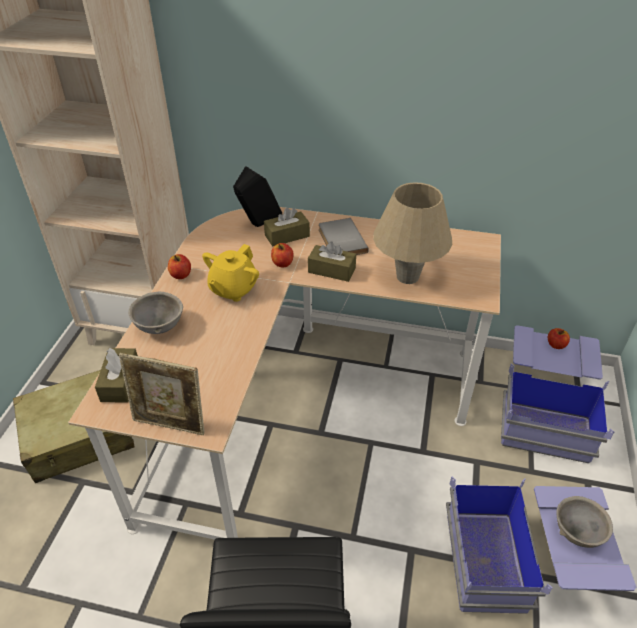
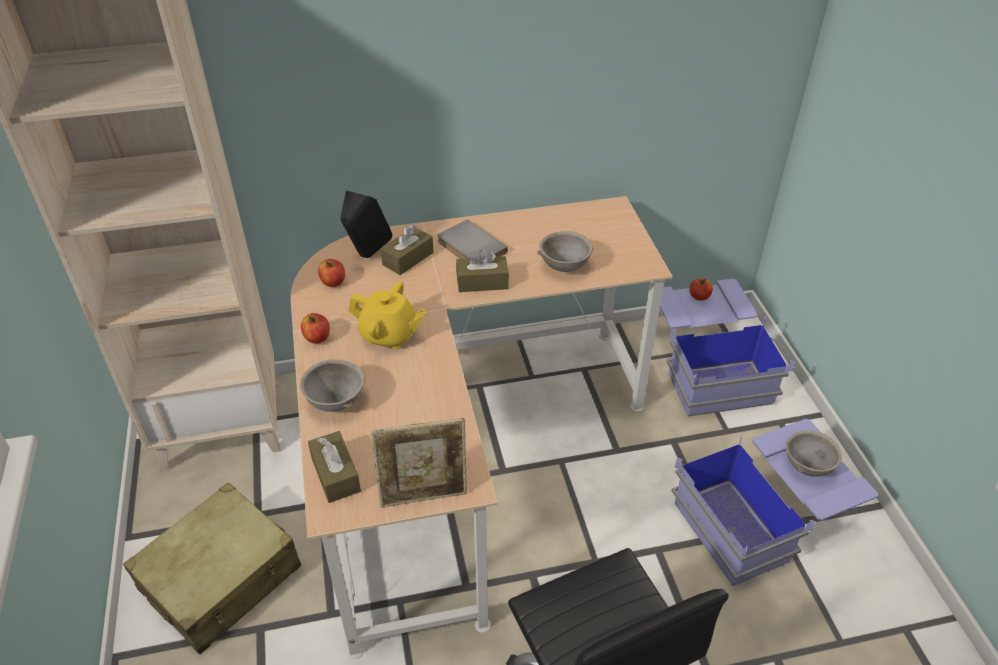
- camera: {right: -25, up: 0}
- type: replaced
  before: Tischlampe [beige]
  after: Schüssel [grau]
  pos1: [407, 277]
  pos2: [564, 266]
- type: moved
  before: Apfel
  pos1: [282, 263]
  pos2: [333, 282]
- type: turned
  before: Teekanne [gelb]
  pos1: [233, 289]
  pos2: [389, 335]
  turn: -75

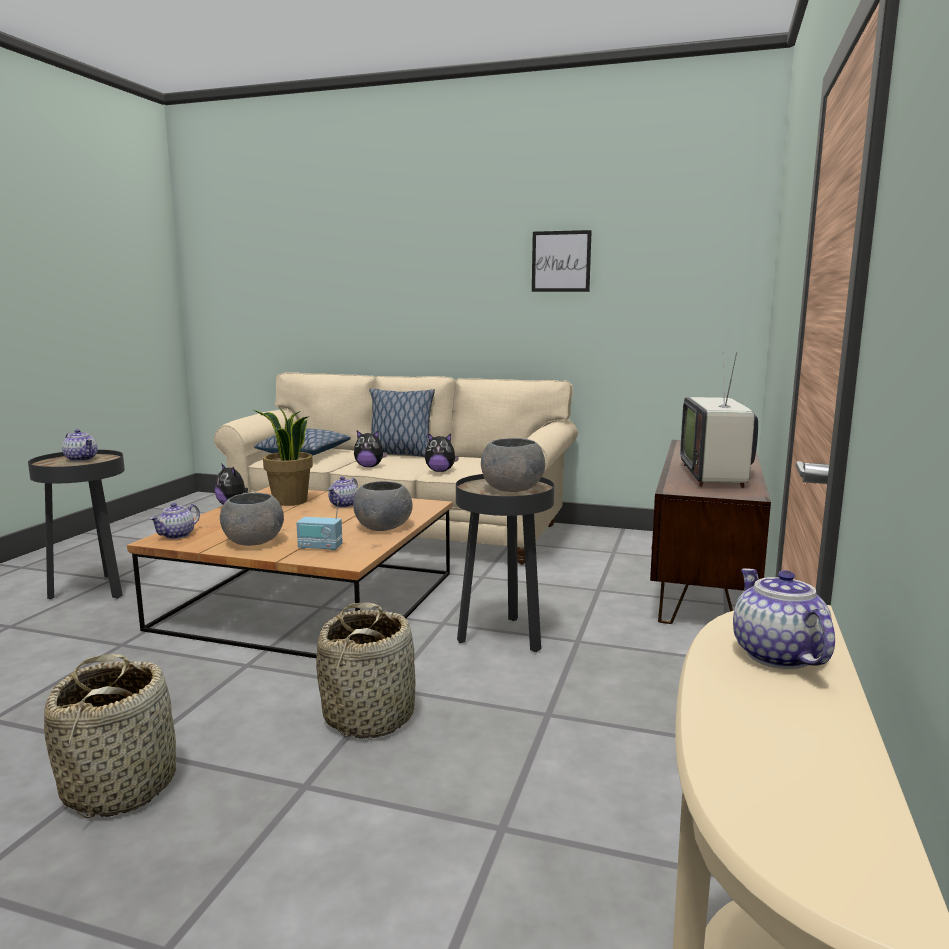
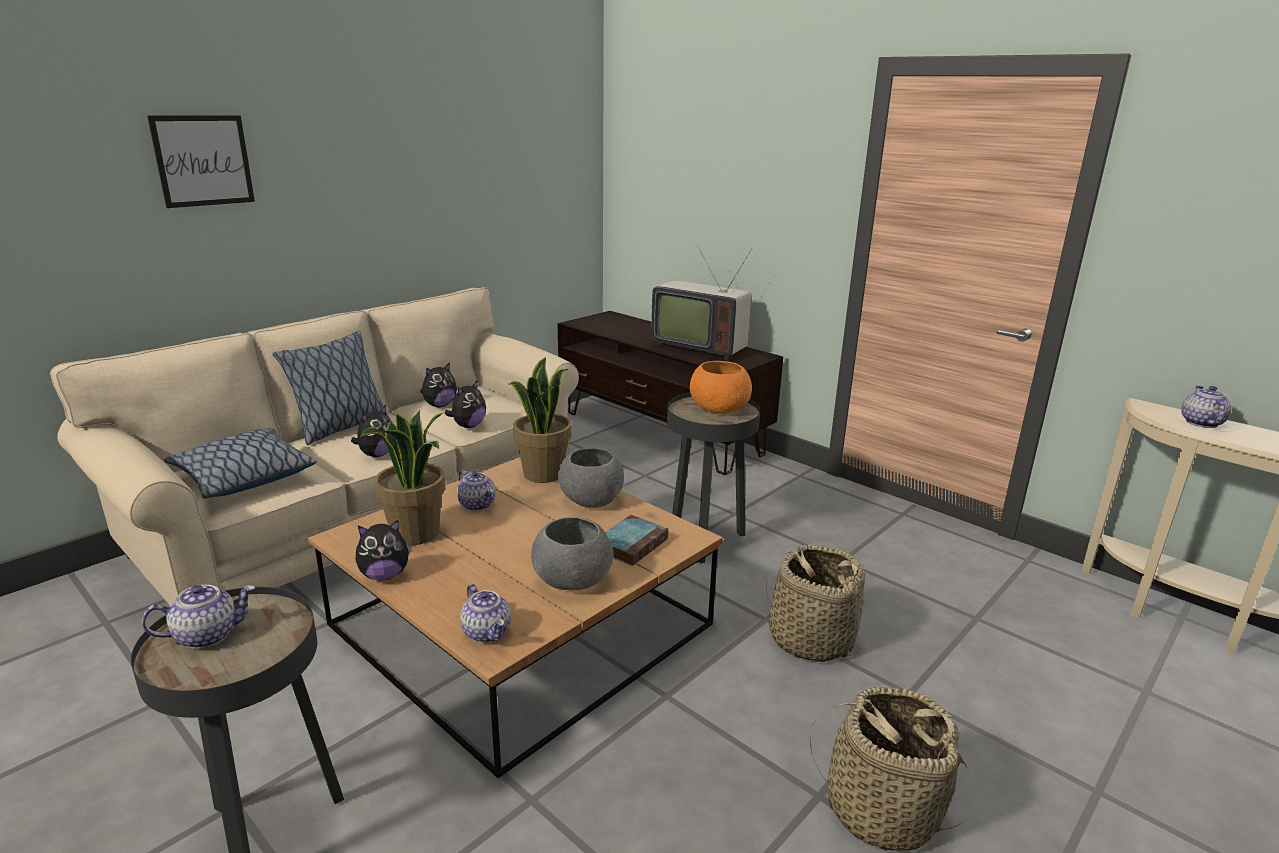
- camera: {right: -65, up: 10}
- type: moved
  before: Bild
  pos1: [561, 261]
  pos2: [203, 160]
- type: recoloured
  before: Schüssel [grau]
  after: Schüssel [orange]
  pos1: [512, 489]
  pos2: [719, 409]
- type: replaced
  before: Radio
  after: Buch
  pos1: [320, 547]
  pos2: [632, 544]
- type: turned
  before: Teekanne
  pos1: [776, 655]
  pos2: [1200, 422]
  turn: 90
- type: added
  after: Topfpflanze
  pos2: [543, 473]
- type: added
  after: Plüschtier
  pos2: [439, 405]

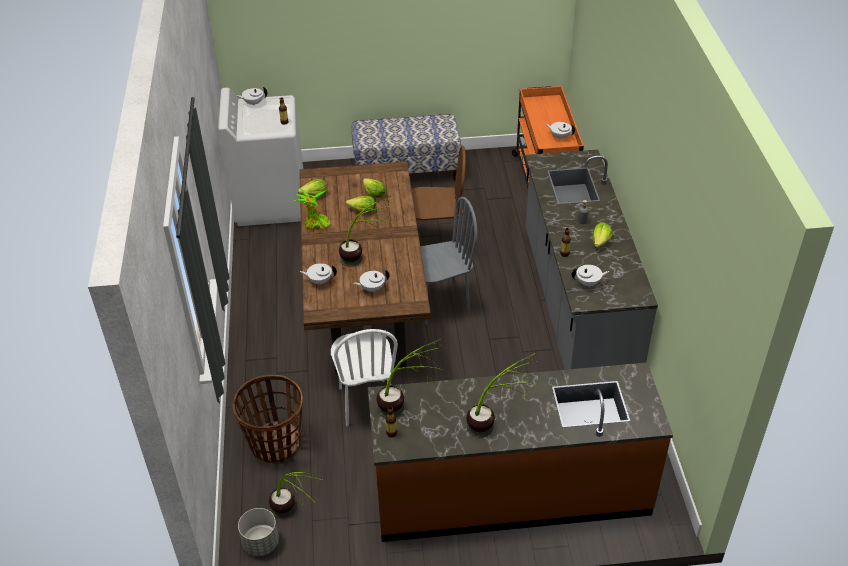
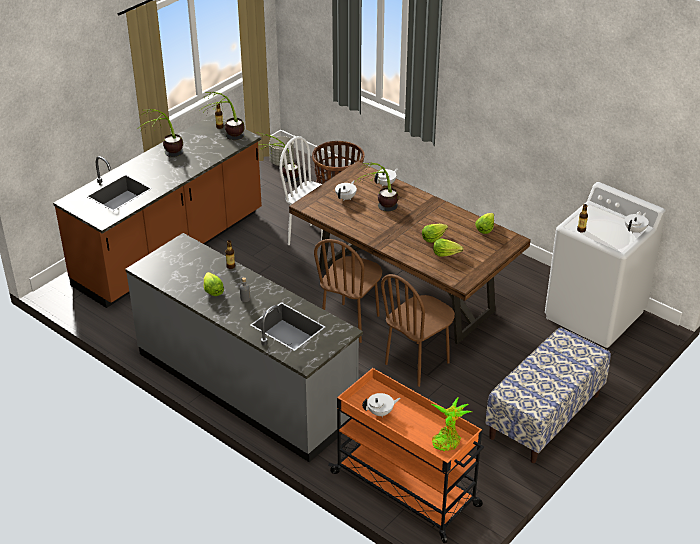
- camera: {right: 135, up: -5}
- type: moved
  before: Topfpflanze
  pos1: [315, 224]
  pos2: [447, 440]
- type: recoloured
  before: Stuhl [grau]
  after: Stuhl [braun]
  pos1: [440, 304]
  pos2: [350, 322]
- type: removed
  before: Teekanne [weiß]
  pos1: [588, 283]

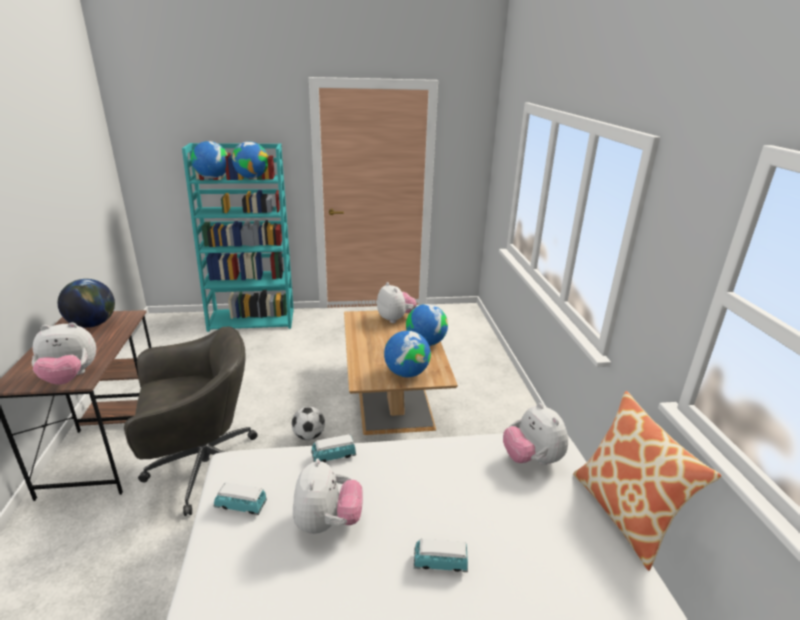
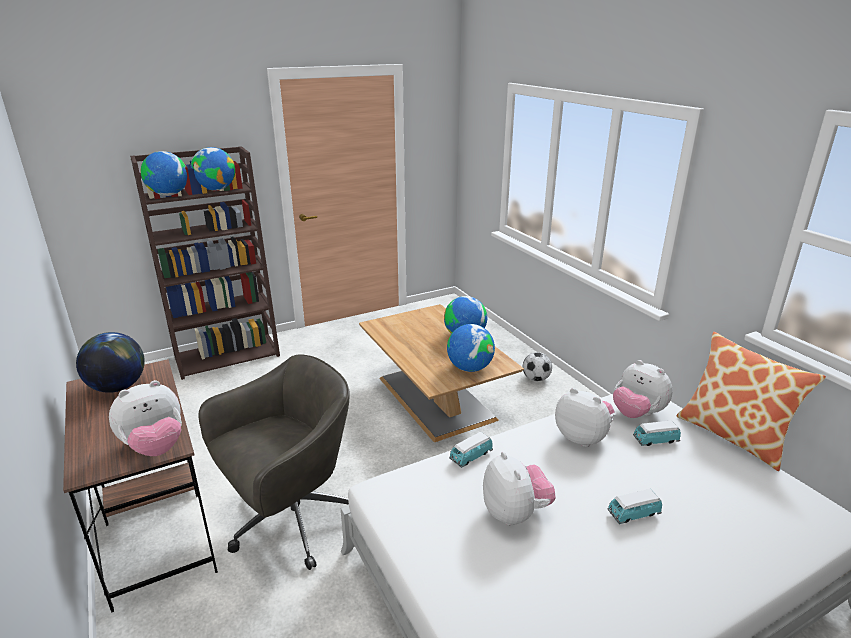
- camera: {right: -20, up: 0}
- type: recoloured
  before: Bücherregal [türkis]
  after: Bücherregal [braun]
  pos1: [253, 319]
  pos2: [228, 355]
- type: moved
  before: Plüschtier
  pos1: [395, 318]
  pos2: [582, 437]
- type: moved
  before: Fußball
  pos1: [309, 436]
  pos2: [536, 379]
- type: moved
  before: Spielzeugauto
  pos1: [241, 506]
  pos2: [655, 441]

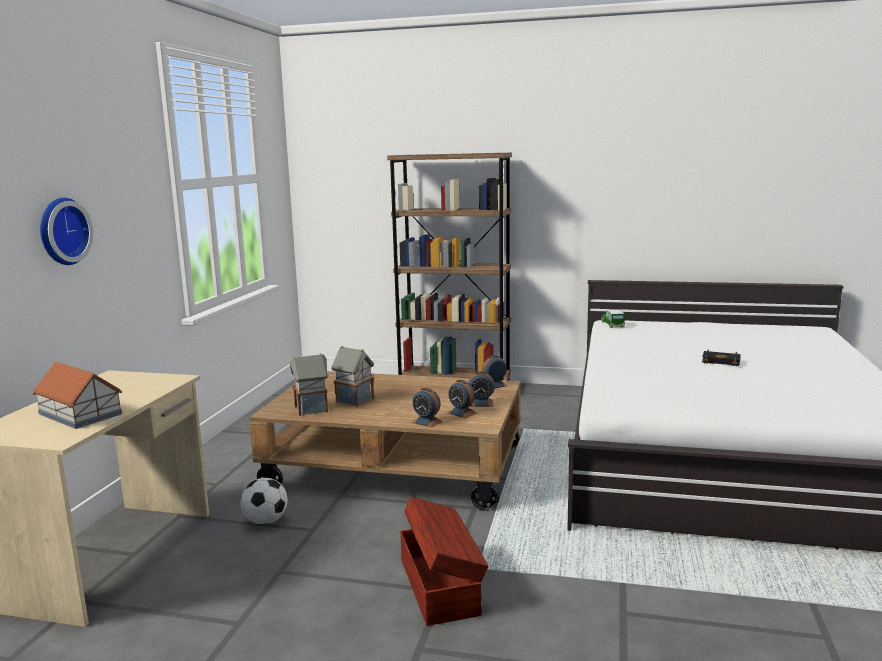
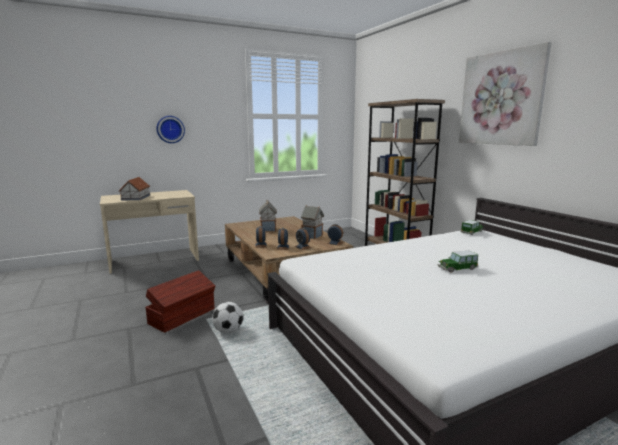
- camera: {right: 50, up: 0}
- type: replaced
  before: Buch [schwarz]
  after: Spielzeugauto
  pos1: [722, 361]
  pos2: [457, 268]
- type: moved
  before: Spielzeughaus
  pos1: [312, 409]
  pos2: [312, 236]
- type: moved
  before: Fußball
  pos1: [265, 521]
  pos2: [228, 331]
- type: added
  after: Bild
  pos2: [501, 98]

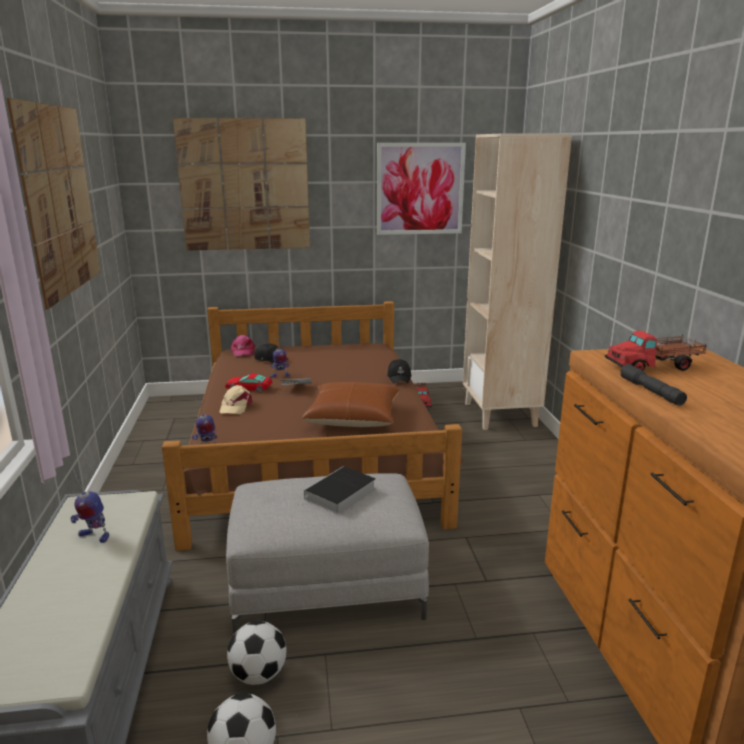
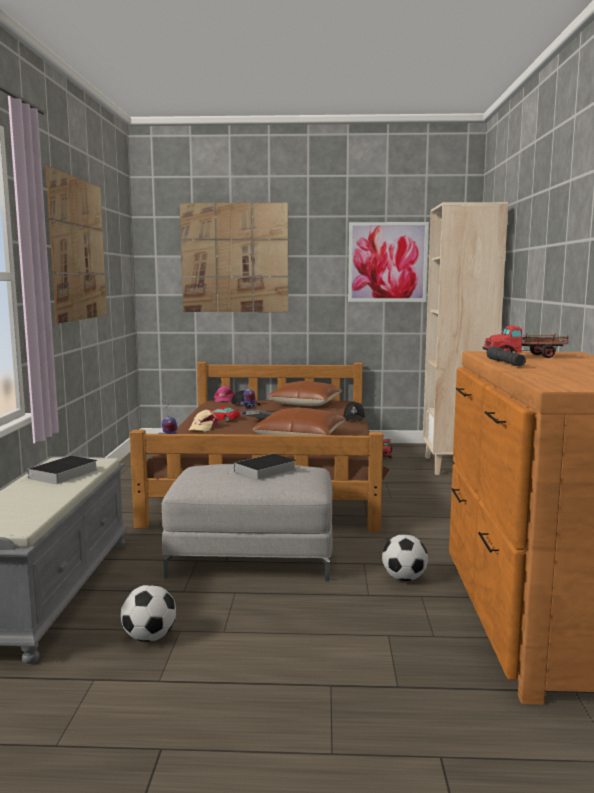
- camera: {right: 10, up: -10}
- type: replaced
  before: Spielzeugroboter
  after: Buch
  pos1: [93, 536]
  pos2: [62, 474]
- type: moved
  before: Fußball
  pos1: [258, 674]
  pos2: [404, 578]
- type: added
  after: Kissen [braun]
  pos2: [305, 403]

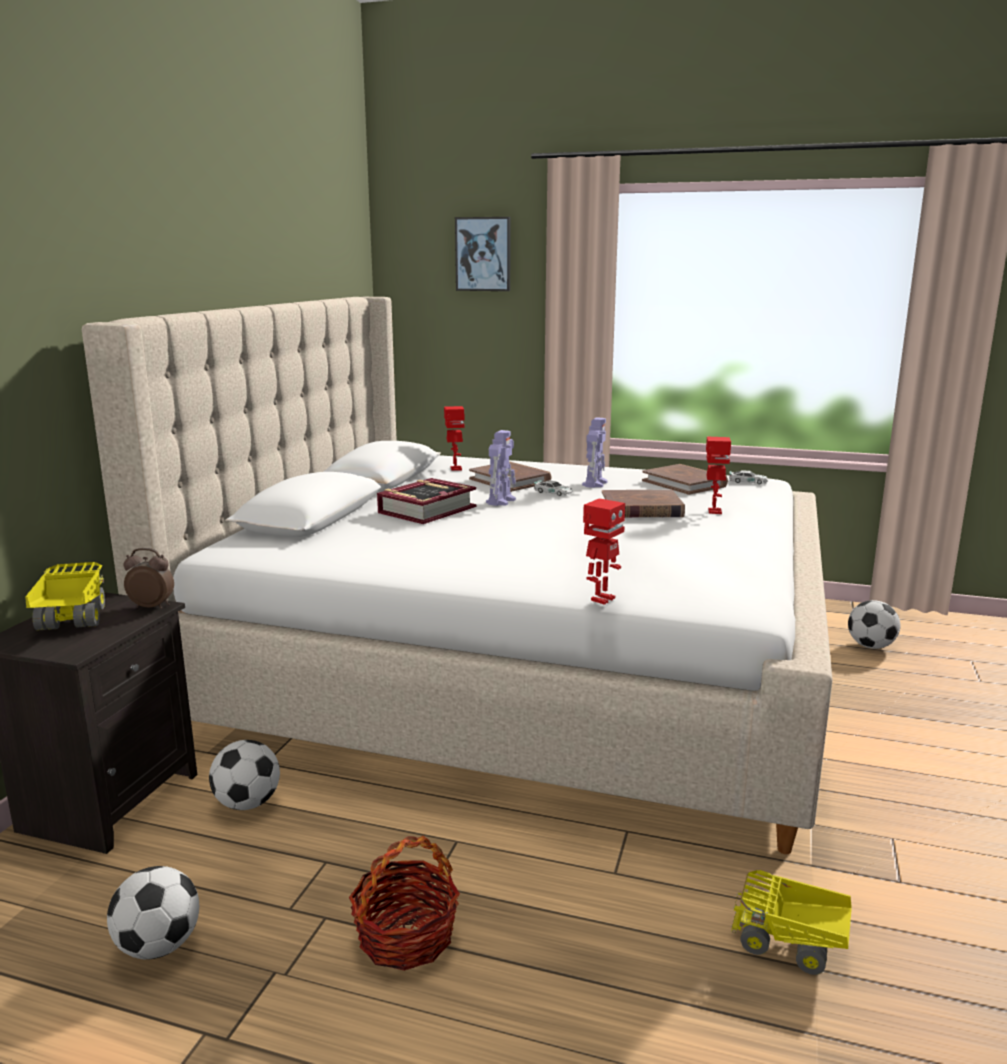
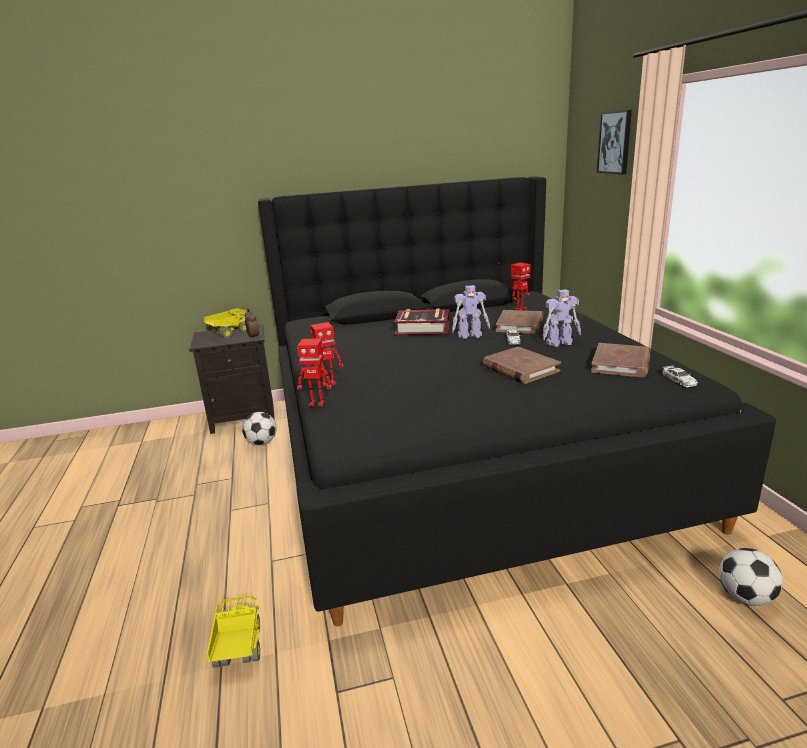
- camera: {right: 60, up: 5}
- type: recoloured
  before: Bett [beige]
  after: Bett [schwarz]
  pos1: [518, 667]
  pos2: [463, 452]
- type: moved
  before: Spielzeugroboter
  pos1: [713, 511]
  pos2: [328, 383]
- type: removed
  before: Korb
  pos1: [406, 936]
- type: removed
  before: Fußball
  pos1: [158, 946]

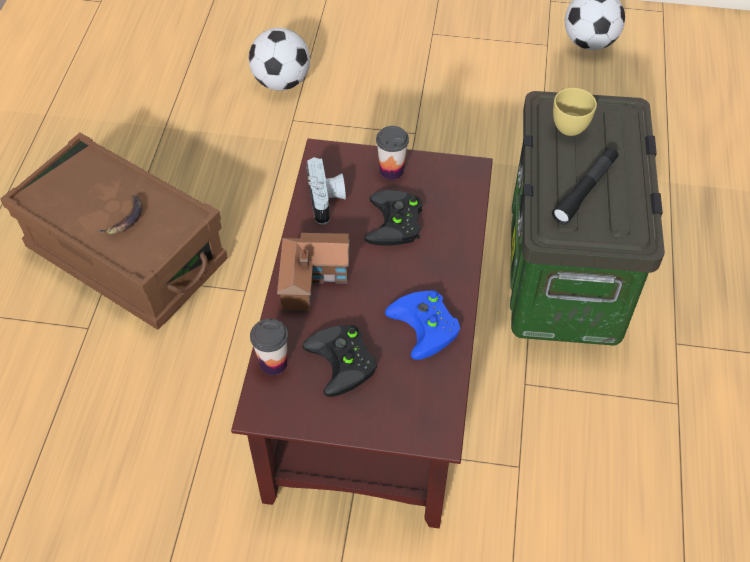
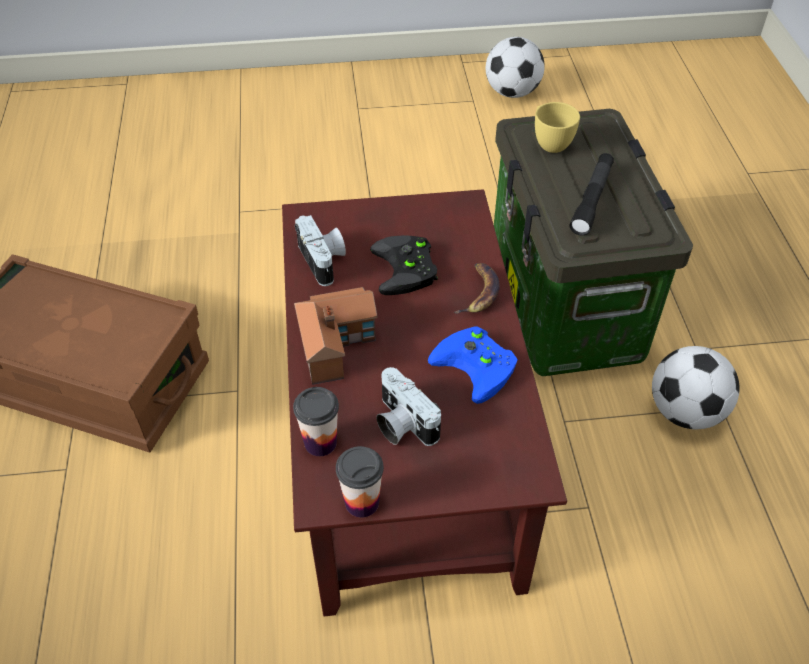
- camera: {right: -15, up: -5}
- type: moved
  before: Fußball
  pos1: [281, 82]
  pos2: [685, 412]
- type: moved
  before: Tasse
  pos1: [391, 171]
  pos2: [362, 502]
- type: moved
  before: Banane
  pos1: [125, 219]
  pos2: [479, 292]
- type: replaced
  before: Gamepad [schwarz]
  after: Kamera
  pos1: [345, 362]
  pos2: [401, 423]

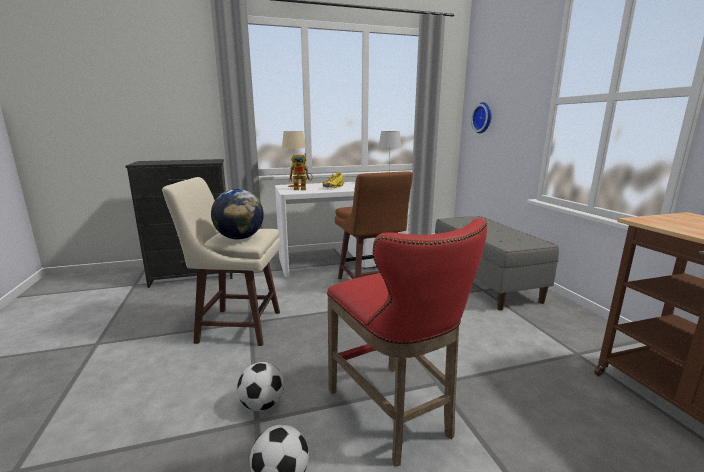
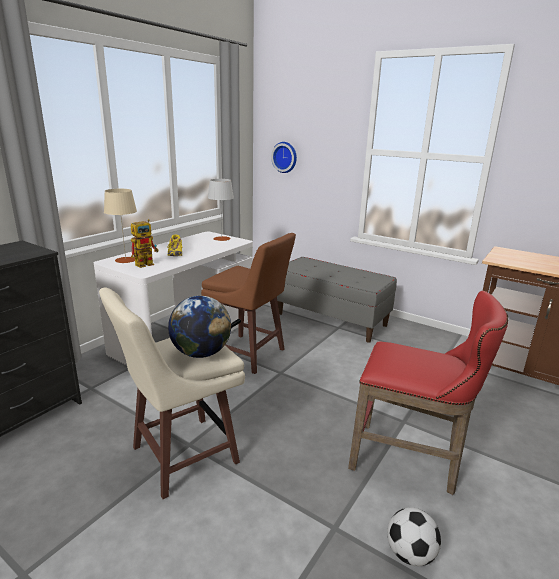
- camera: {right: -40, up: 5}
- type: removed
  before: Fußball
  pos1: [262, 404]

